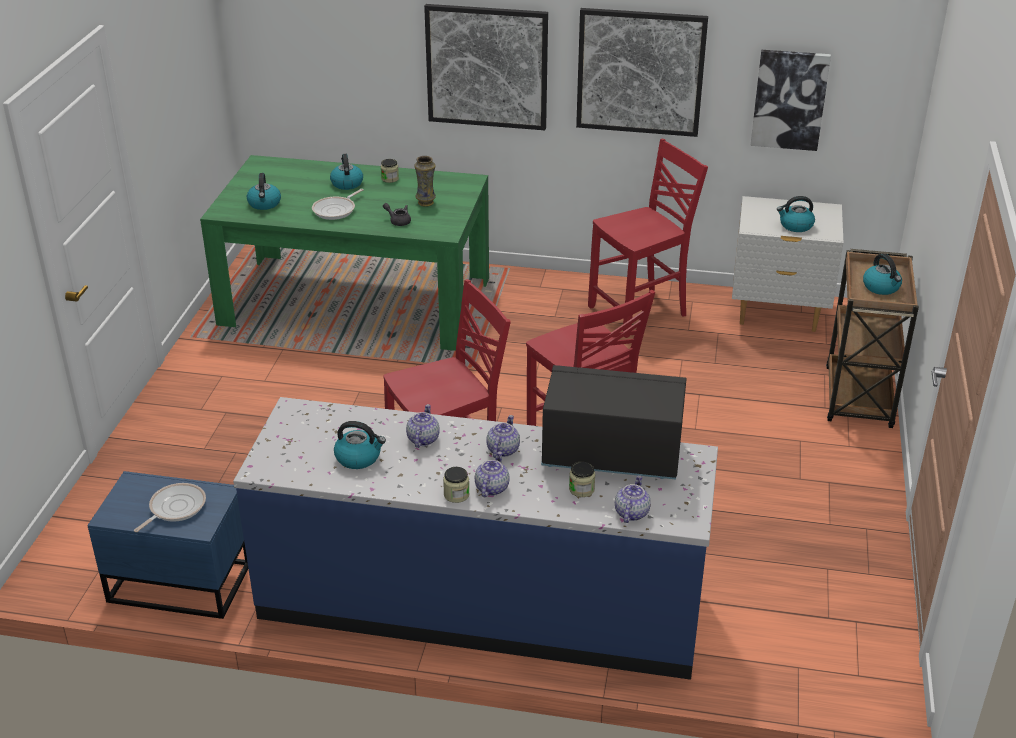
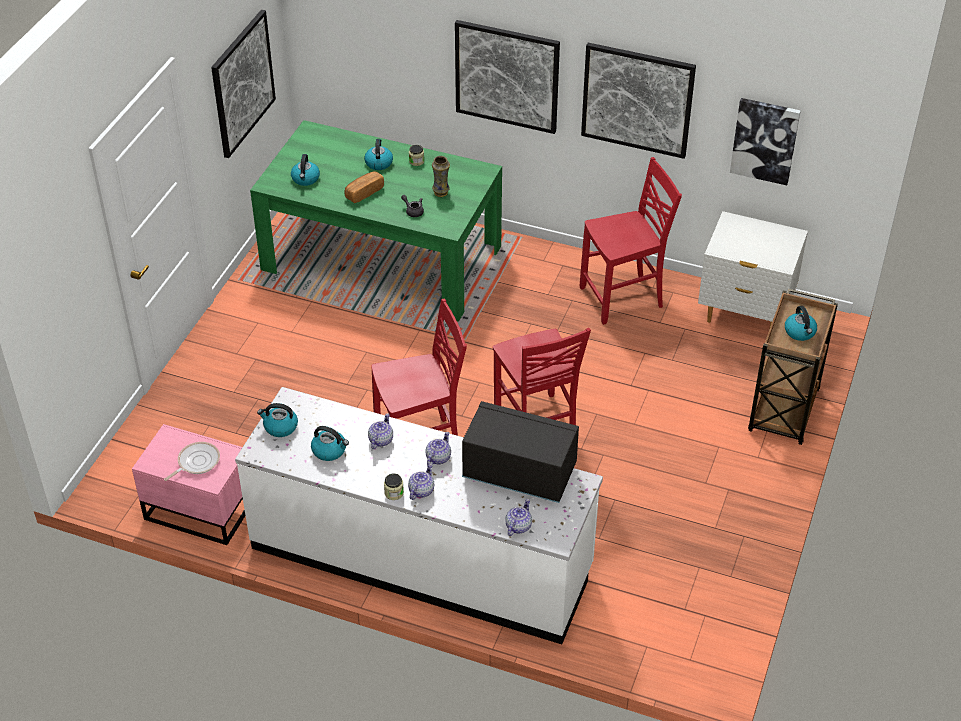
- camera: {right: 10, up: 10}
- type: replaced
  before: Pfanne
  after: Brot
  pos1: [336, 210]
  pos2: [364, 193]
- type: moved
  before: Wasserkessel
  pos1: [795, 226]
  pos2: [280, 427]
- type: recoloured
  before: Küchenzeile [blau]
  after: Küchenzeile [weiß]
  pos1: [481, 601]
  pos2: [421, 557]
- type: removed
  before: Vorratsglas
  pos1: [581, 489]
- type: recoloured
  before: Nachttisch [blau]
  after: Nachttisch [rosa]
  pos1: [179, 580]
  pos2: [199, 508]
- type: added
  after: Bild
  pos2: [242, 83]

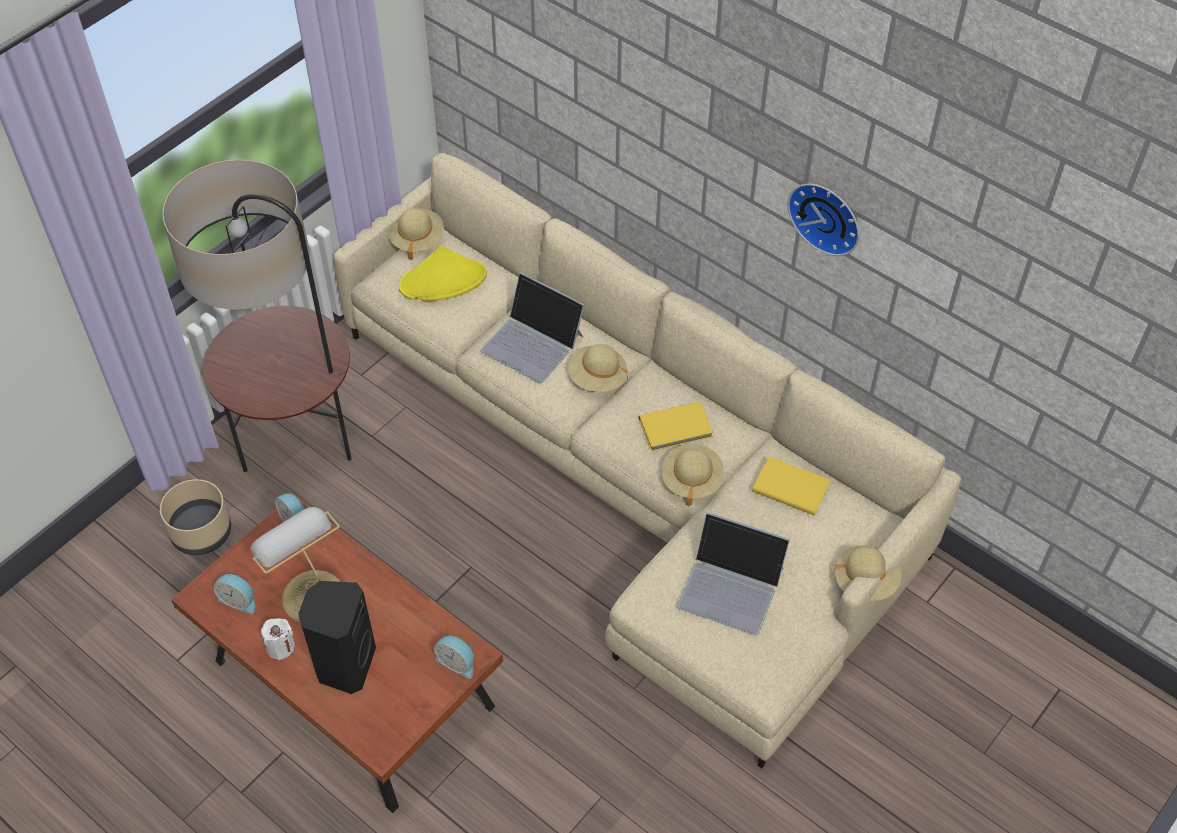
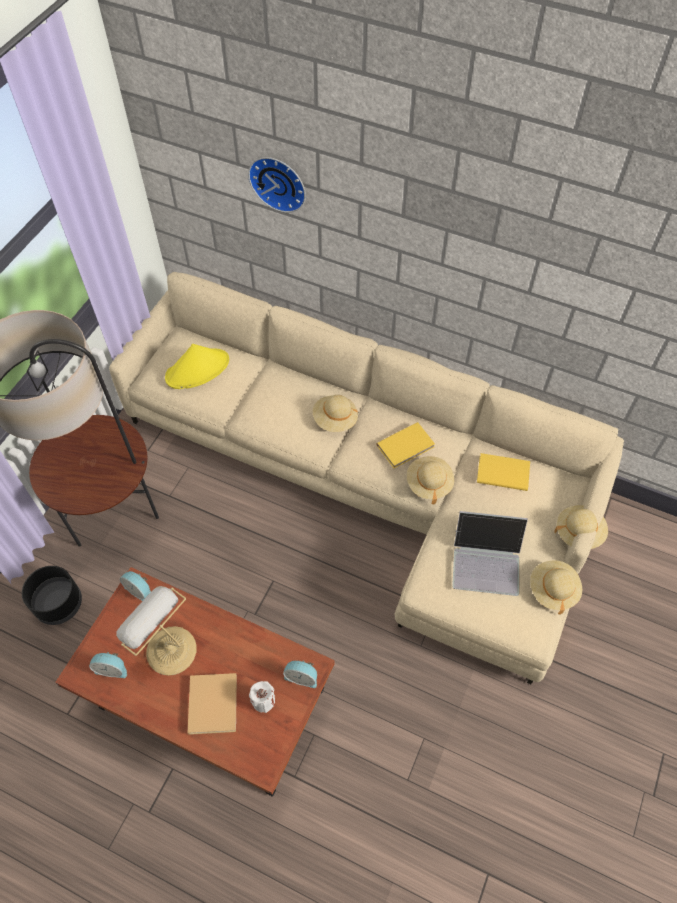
- camera: {right: -15, up: 5}
- type: moved
  before: Wanduhr
  pos1: [827, 216]
  pos2: [279, 182]
- type: moved
  before: Hut [beige]
  pos1: [417, 239]
  pos2: [553, 590]
- type: removed
  before: Laptop
  pos1: [533, 343]
- type: recoloured
  before: Pflanzkübel [beige]
  after: Pflanzkübel [schwarz]
  pos1: [201, 532]
  pos2: [58, 603]
- type: replaced
  before: Lautsprecher [schwarz]
  after: Buch [beige]
  pos1: [344, 664]
  pos2: [213, 702]
- type: moved
  before: Kerze [weiß]
  pos1: [280, 647]
  pos2: [263, 700]

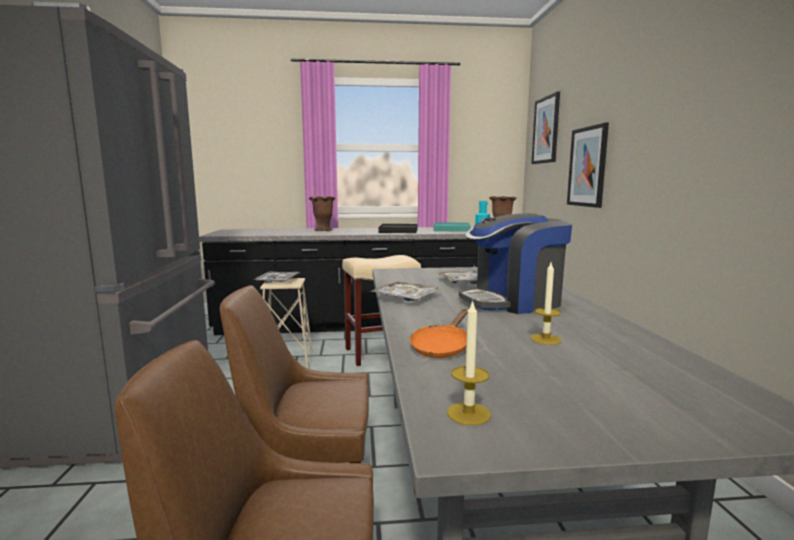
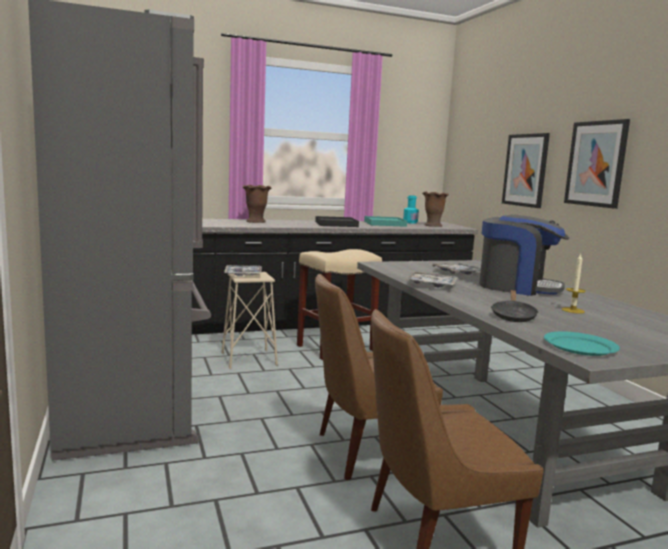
- camera: {right: -15, up: 0}
- type: moved
  before: Bild
  pos1: [546, 130]
  pos2: [596, 163]
- type: turned
  before: Kaffeemaschine
  pos1: [513, 302]
  pos2: [517, 287]
  turn: -120
- type: replaced
  before: Kerze
  after: Teller [türkis]
  pos1: [468, 413]
  pos2: [580, 347]
- type: recoloured
  before: Pfanne [orange]
  after: Pfanne [schwarz]
  pos1: [442, 347]
  pos2: [513, 316]

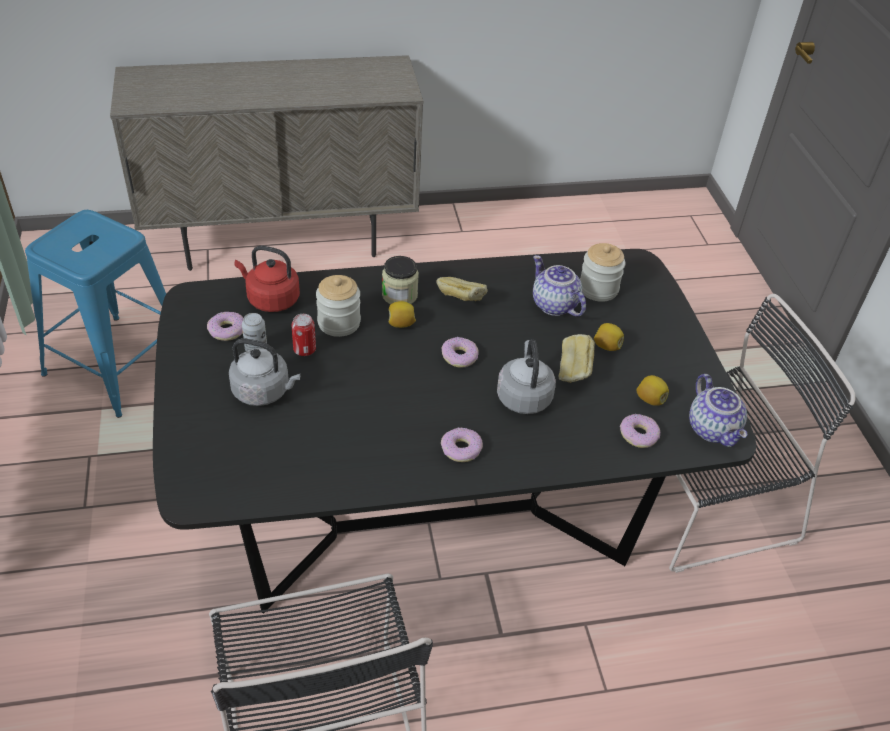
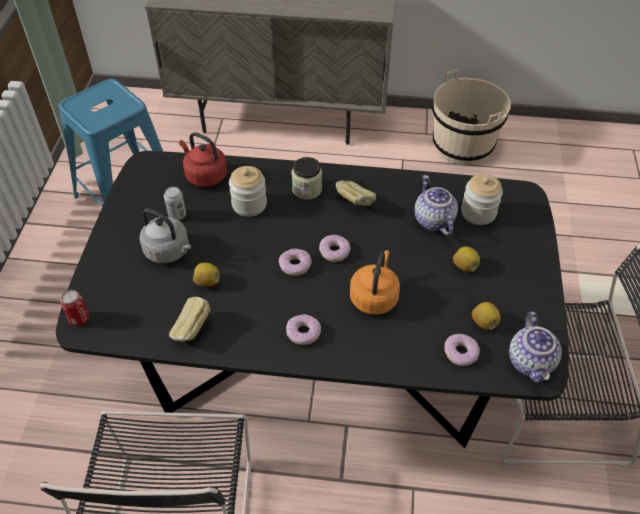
- camera: {right: 20, up: 5}
- type: moved
  before: Zitrone
  pos1: [401, 324]
  pos2: [207, 282]
- type: moved
  before: Donut
  pos1: [227, 331]
  pos2: [295, 265]
- type: moved
  before: Dose
  pos1: [304, 350]
  pos2: [79, 318]
- type: moved
  before: Brot
  pos1: [573, 373]
  pos2: [192, 330]
- type: recoloured
  before: Wasserkessel [grau]
  after: Wasserkessel [orange]
  pos1: [523, 396]
  pos2: [374, 297]
- type: added
  after: Eimer [beige]
  pos2: [463, 144]

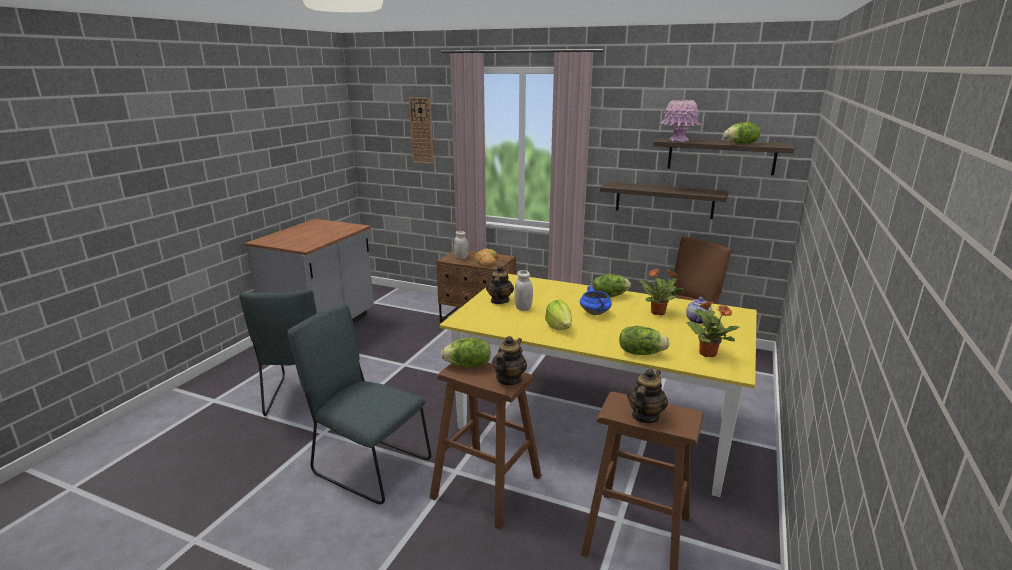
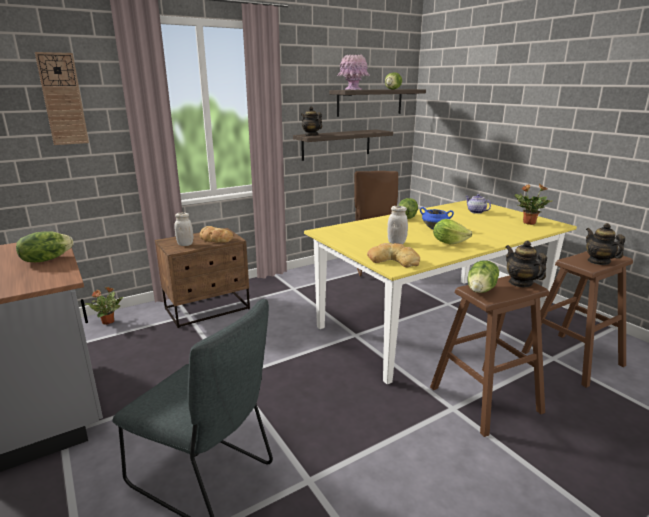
- camera: {right: -55, up: 0}
- type: moved
  before: Teekanne
  pos1: [499, 301]
  pos2: [311, 135]
- type: moved
  before: Topfpflanze
  pos1: [658, 313]
  pos2: [108, 321]
- type: removed
  before: Stuhl [grau]
  pos1: [367, 465]
- type: moved
  before: Salatkopf
  pos1: [640, 353]
  pos2: [46, 259]
- type: added
  after: Brot
  pos2: [393, 260]

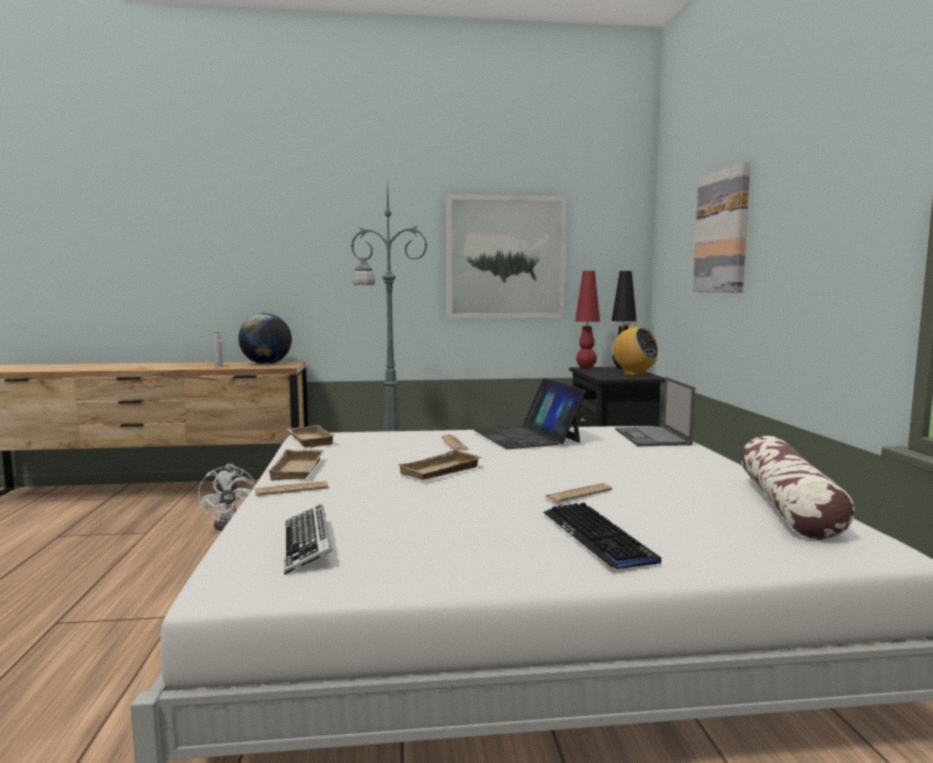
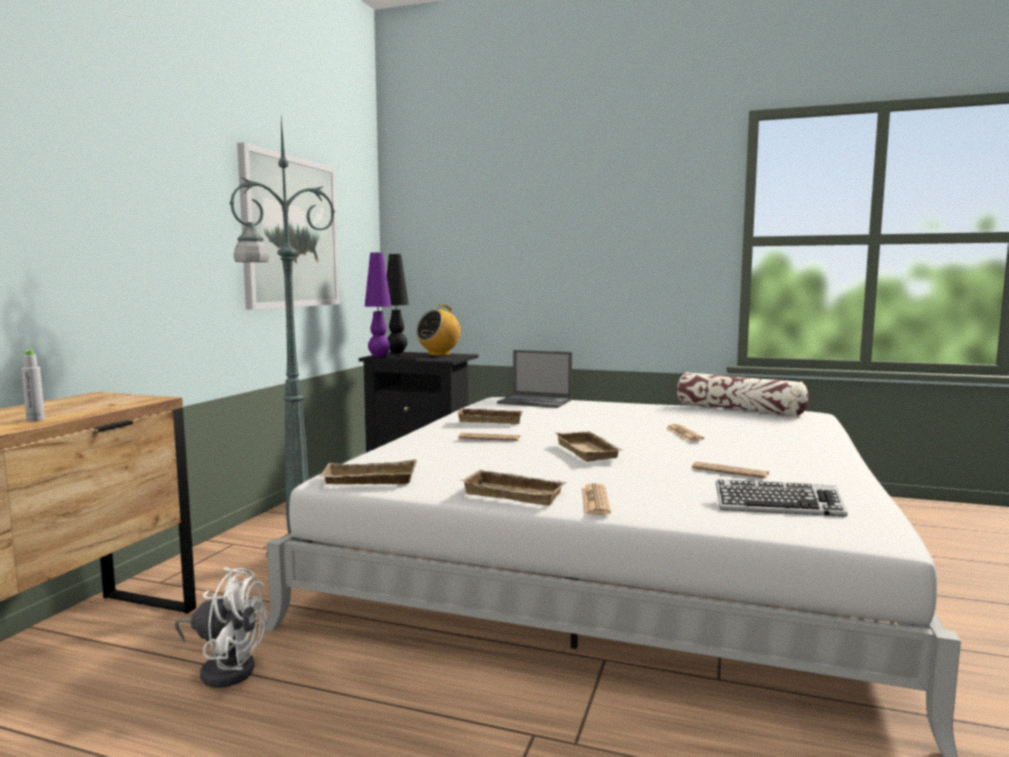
- camera: {right: -65, up: 0}
- type: removed
  before: Bild
  pos1: [722, 232]
- type: recoloured
  before: Tischlampe [rot]
  after: Tischlampe [lila]
  pos1: [586, 368]
  pos2: [379, 356]
- type: removed
  before: Globus
  pos1: [266, 364]
- type: turned
  before: Radio
  pos1: [634, 374]
  pos2: [439, 354]
  turn: 150
- type: replaced
  before: Laptop
  after: Tablett [beige]
  pos1: [526, 436]
  pos2: [491, 420]
- type: removed
  before: Tastatur
  pos1: [597, 536]
- type: added
  after: Zeitung
  pos2: [730, 471]

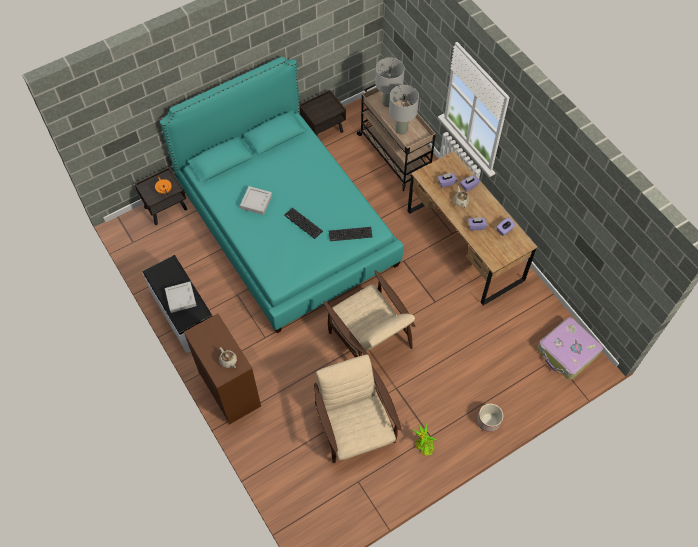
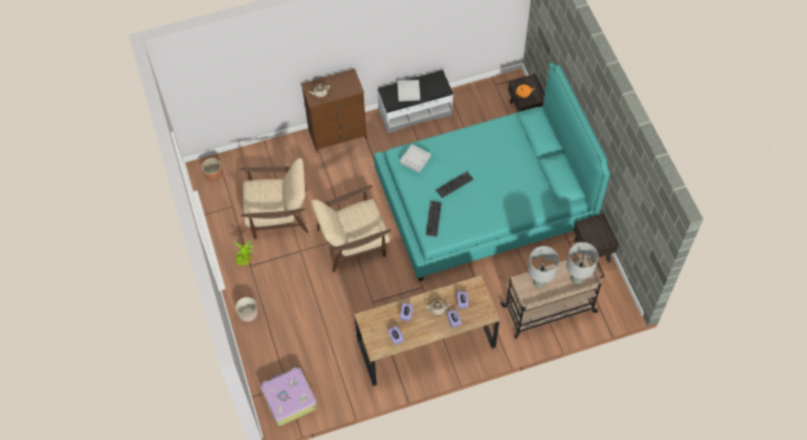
- camera: {right: 105, up: 0}
- type: moved
  before: Tablett [grau]
  pos1: [256, 202]
  pos2: [415, 159]
- type: added
  after: Pflanzkübel [braun]
  pos2: [213, 175]

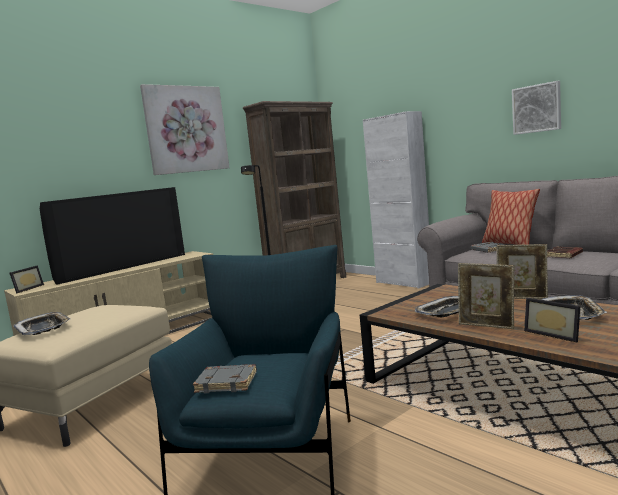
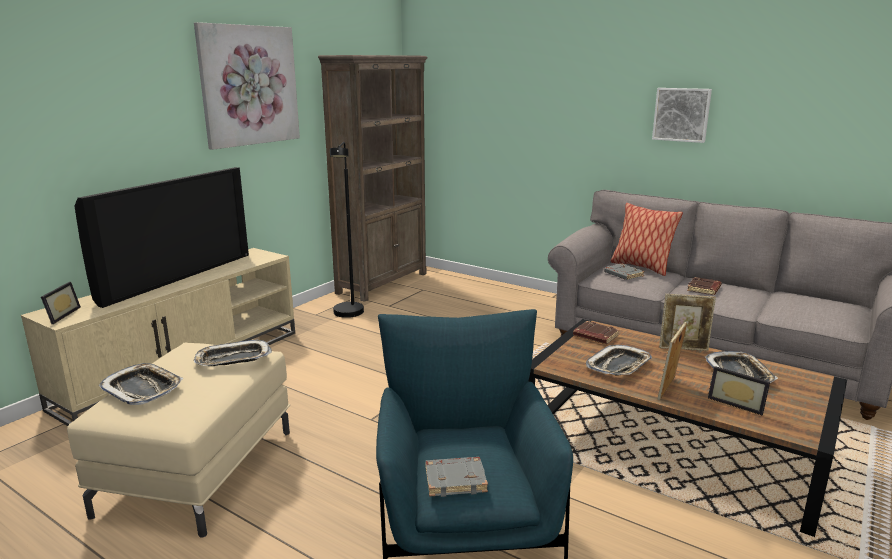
- camera: {right: -15, up: 10}
- type: removed
  before: Schrank [weiß]
  pos1: [403, 283]
- type: turned
  before: Bilderrahmen
  pos1: [487, 326]
  pos2: [668, 389]
  turn: 105
- type: added
  after: Buch [braun]
  pos2: [595, 336]
- type: added
  after: Tablett
  pos2: [233, 359]

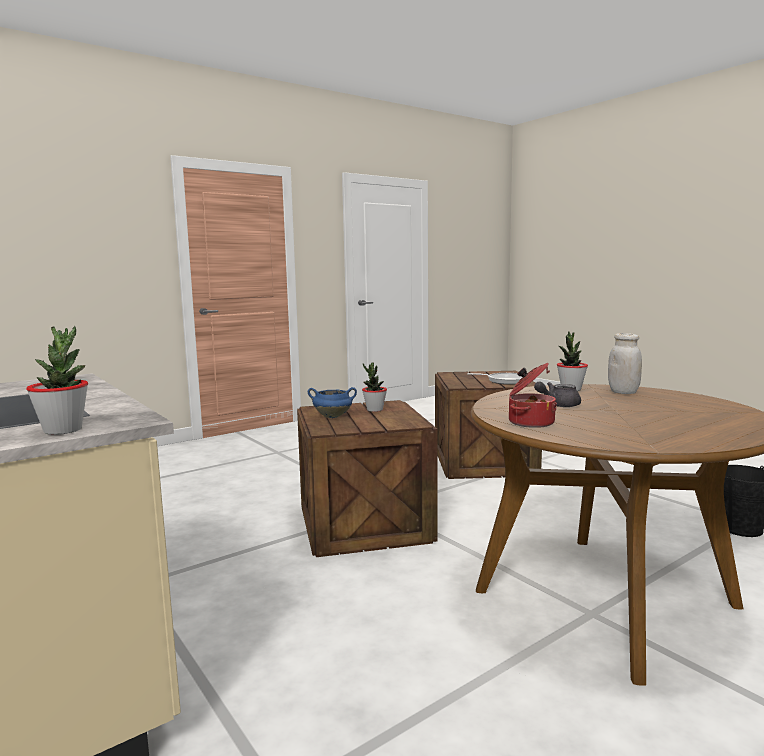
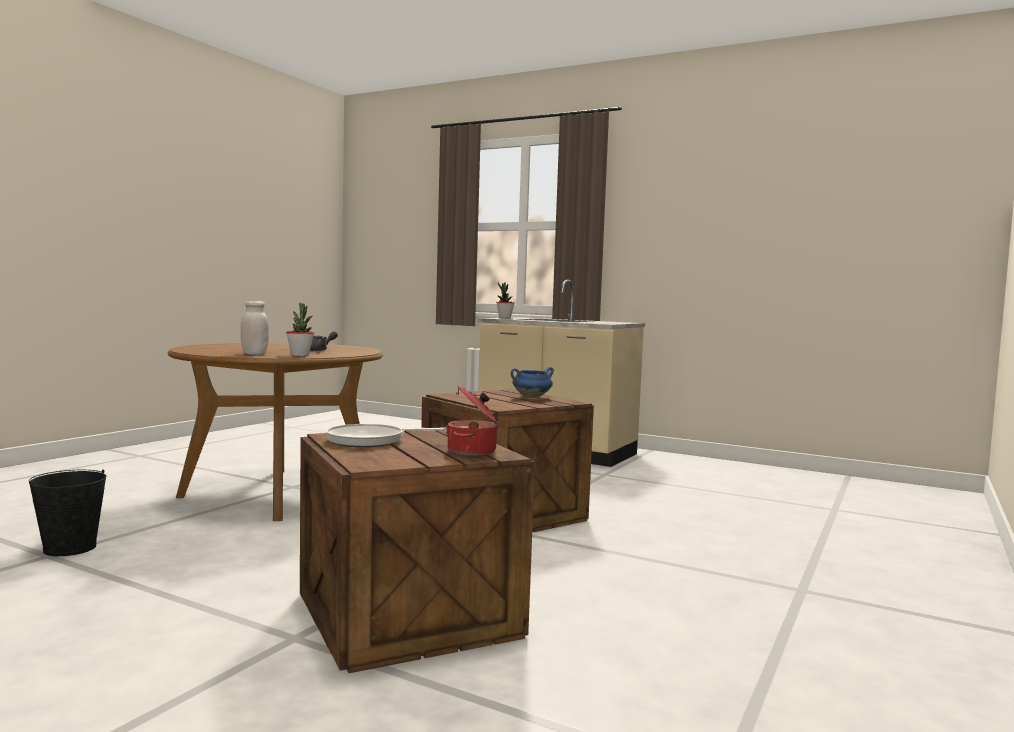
- camera: {right: 155, up: -5}
- type: removed
  before: Topfpflanze
  pos1: [374, 410]
- type: moved
  before: Kochtopf
  pos1: [530, 422]
  pos2: [473, 451]

